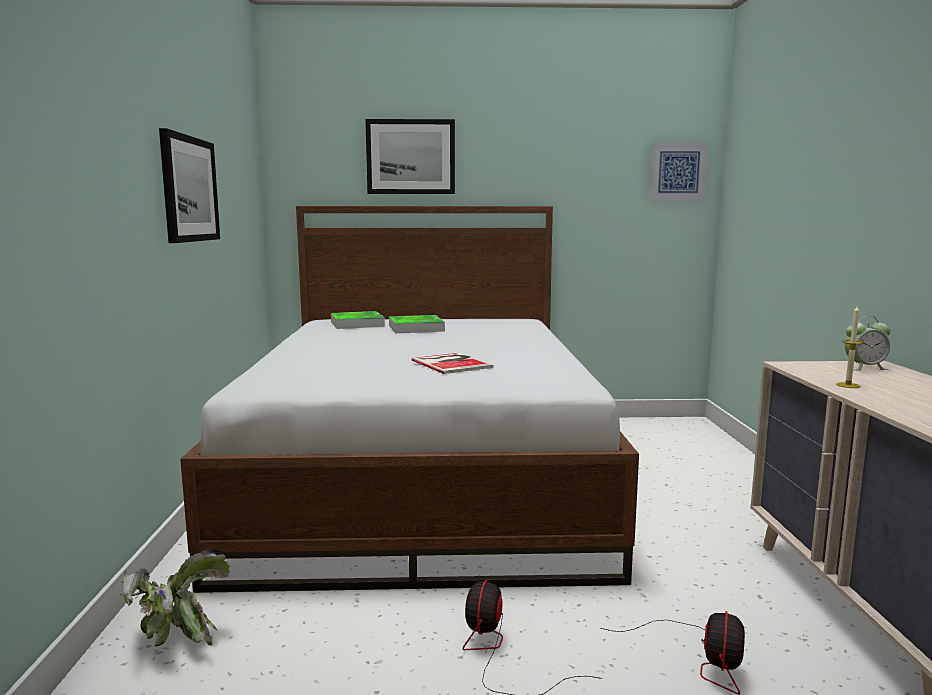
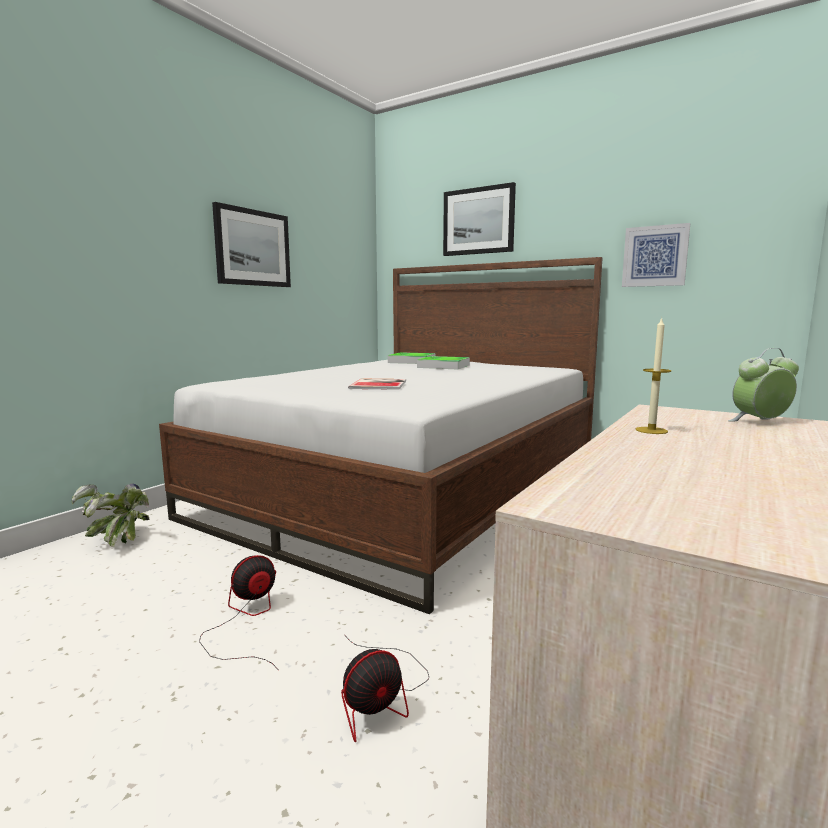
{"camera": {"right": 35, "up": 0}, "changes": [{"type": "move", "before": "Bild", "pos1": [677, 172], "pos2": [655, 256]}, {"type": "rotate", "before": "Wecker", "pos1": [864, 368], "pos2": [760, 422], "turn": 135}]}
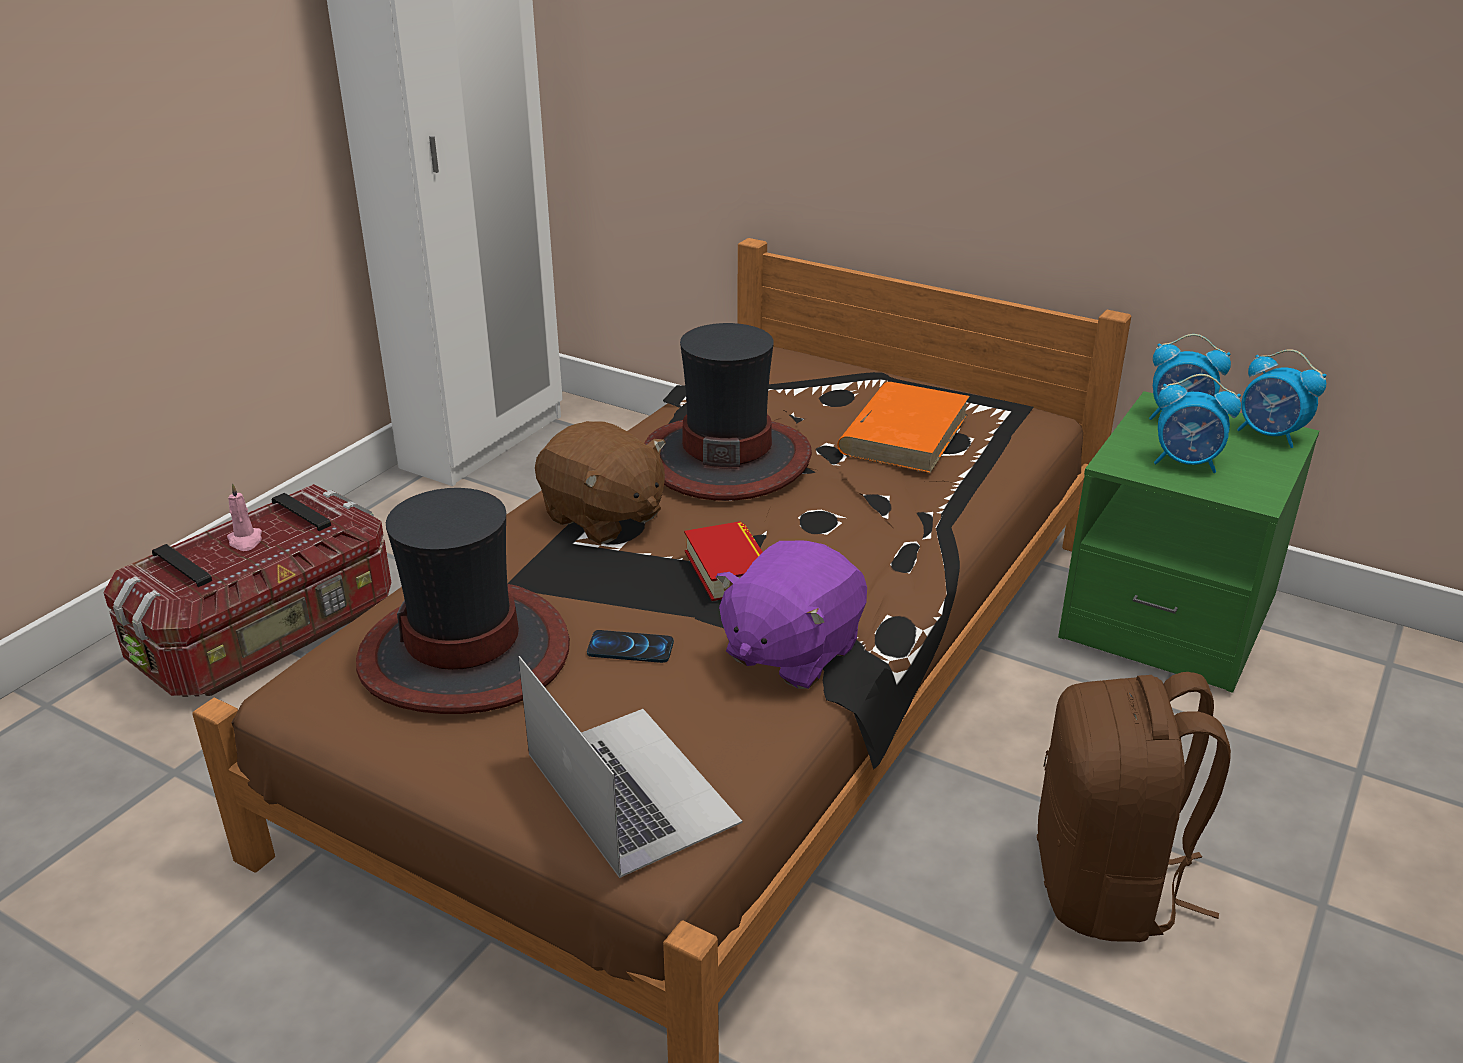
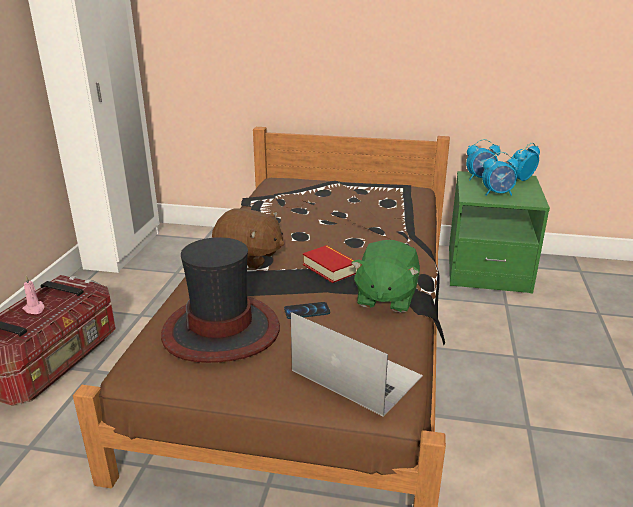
{"camera": {"right": -20, "up": -5}, "changes": [{"type": "recolor", "before": "Plüschtier/lila", "after": "Plüschtier/grün", "pos1": [790, 651], "pos2": [385, 297]}, {"type": "rotate", "before": "Wecker", "pos1": [1270, 436], "pos2": [520, 180], "turn": 120}, {"type": "delete", "before": "Hut", "pos1": [727, 458]}, {"type": "delete", "before": "Buch/orange", "pos1": [904, 433]}, {"type": "delete", "before": "Rucksack/braun", "pos1": [1108, 886]}]}
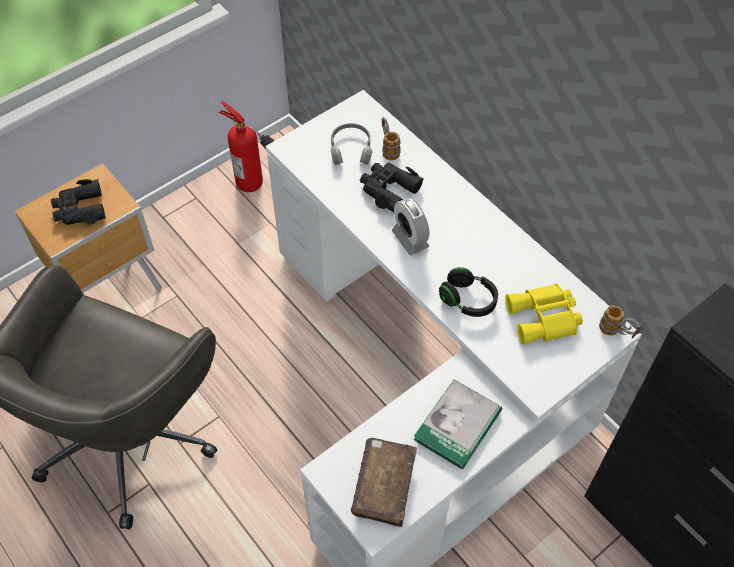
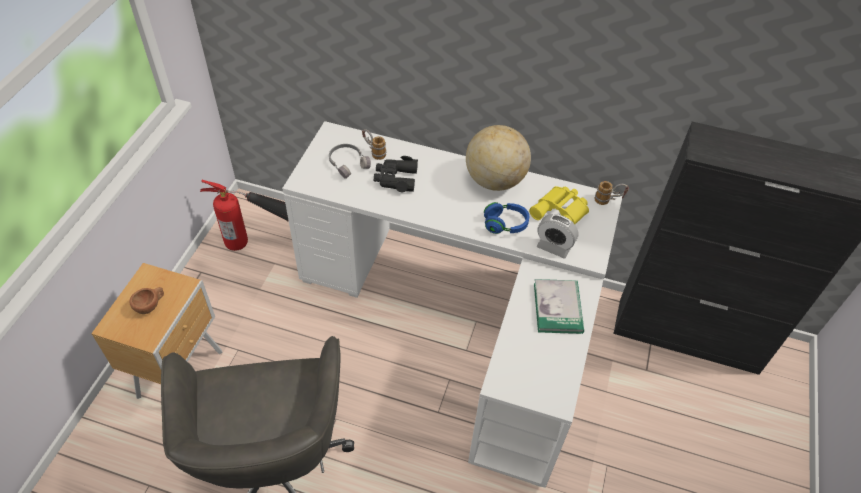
{"camera": {"right": -35, "up": -5}, "changes": [{"type": "replace", "before": "Fernglas/schwarz", "after": "Tasse/braun", "pos1": [80, 209], "pos2": [151, 305]}, {"type": "insert", "after": "Globus", "pos2": [494, 180]}, {"type": "recolor", "before": "Kopfhörer/schwarz", "after": "Kopfhörer/blau", "pos1": [468, 300], "pos2": [505, 224]}, {"type": "move", "before": "Wecker", "pos1": [410, 239], "pos2": [554, 247]}, {"type": "delete", "before": "Buch/braun", "pos1": [384, 485]}]}
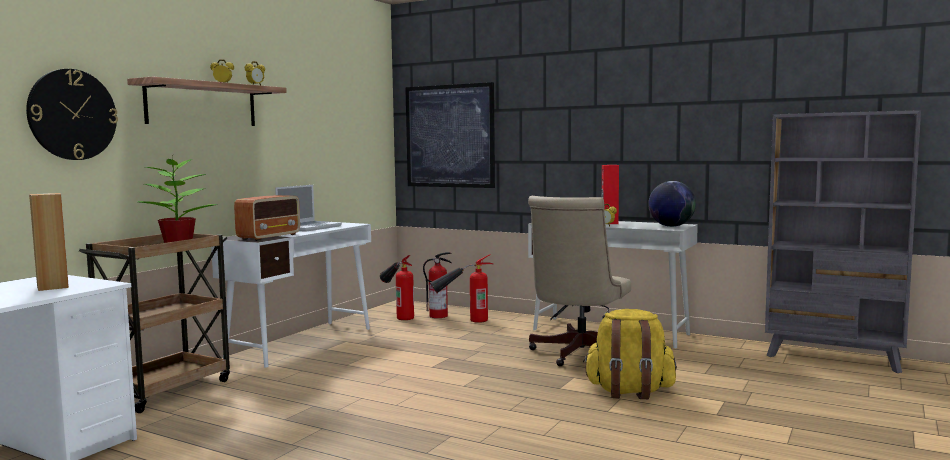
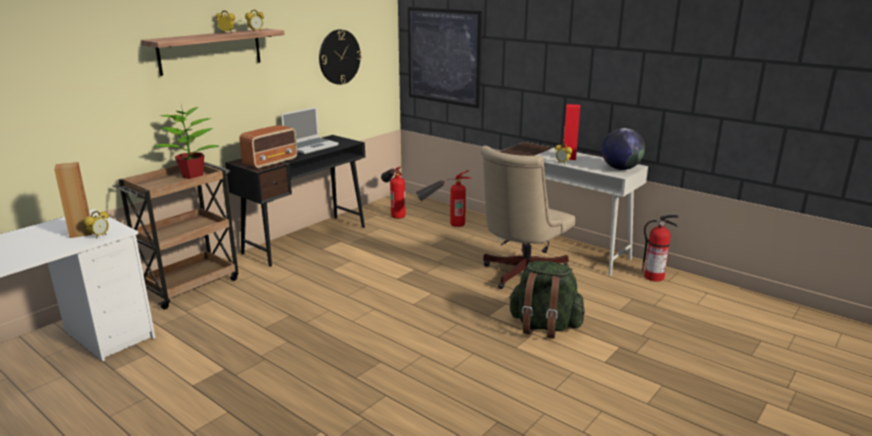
{"camera": {"right": 10, "up": 15}, "changes": [{"type": "insert", "after": "Wecker", "pos2": [100, 236]}, {"type": "recolor", "before": "Schreibtisch/weiß", "after": "Schreibtisch/schwarz", "pos1": [302, 342], "pos2": [306, 239]}, {"type": "move", "before": "Wanduhr", "pos1": [72, 114], "pos2": [339, 57]}, {"type": "recolor", "before": "Rucksack/gelb", "after": "Rucksack/grün", "pos1": [629, 392], "pos2": [544, 326]}, {"type": "move", "before": "Feuerlöscher", "pos1": [439, 316], "pos2": [654, 277]}, {"type": "delete", "before": "Bücherregal/grau", "pos1": [833, 358]}]}
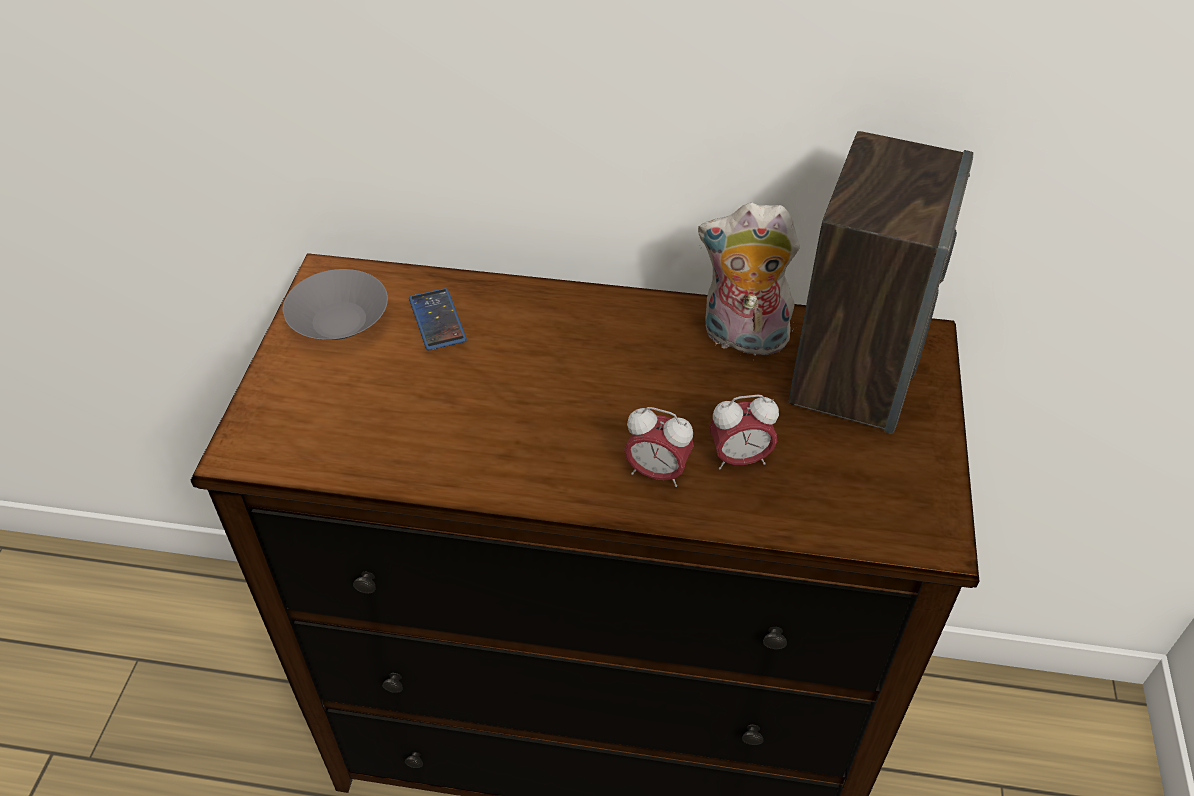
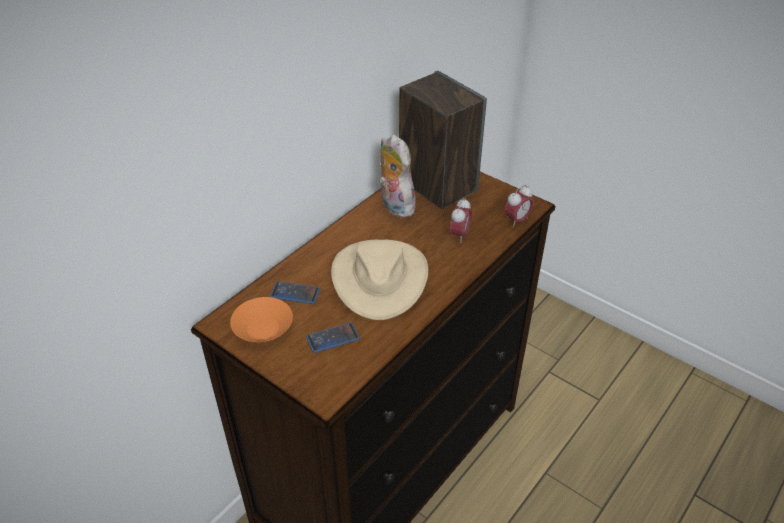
{"camera": {"right": -60, "up": -5}, "changes": [{"type": "recolor", "before": "Schüssel/grau", "after": "Schüssel/orange", "pos1": [339, 322], "pos2": [262, 330]}, {"type": "insert", "after": "Handy", "pos2": [333, 338]}, {"type": "insert", "after": "Hut/beige", "pos2": [379, 278]}, {"type": "rotate", "before": "Plüschtier", "pos1": [742, 339], "pos2": [394, 206], "turn": 105}, {"type": "move", "before": "Wecker", "pos1": [656, 472], "pos2": [517, 220]}]}
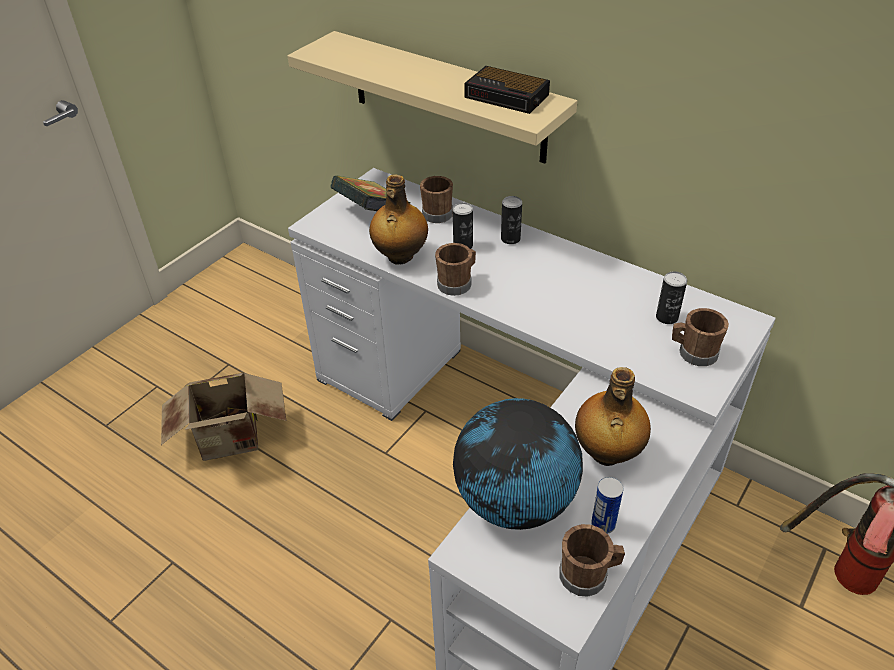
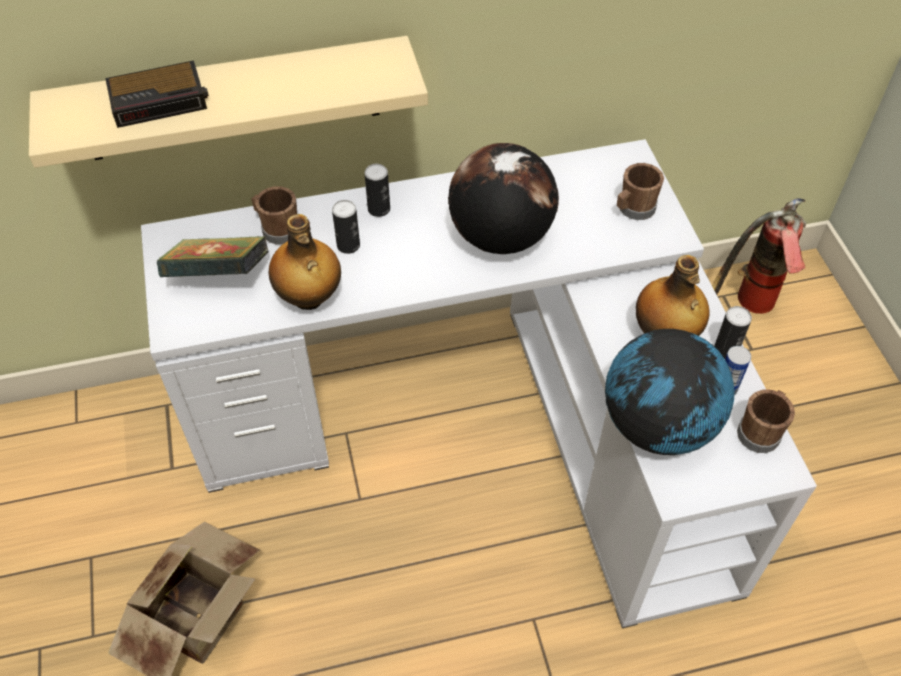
{"camera": {"right": -50, "up": 10}, "changes": [{"type": "move", "before": "Wecker", "pos1": [508, 96], "pos2": [160, 100]}, {"type": "insert", "after": "Globus", "pos2": [500, 237]}, {"type": "move", "before": "Dose", "pos1": [667, 317], "pos2": [726, 350]}, {"type": "delete", "before": "Henkelbecher/braun", "pos1": [457, 283]}]}
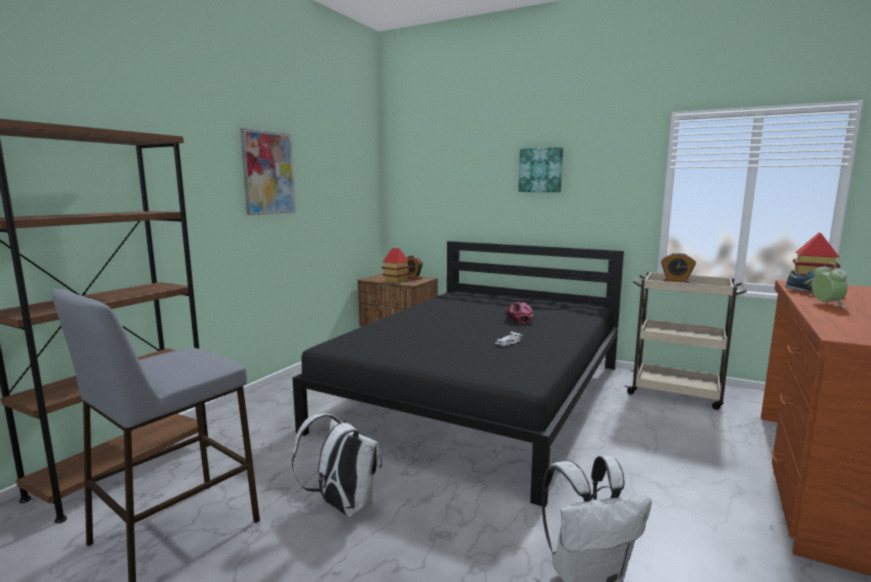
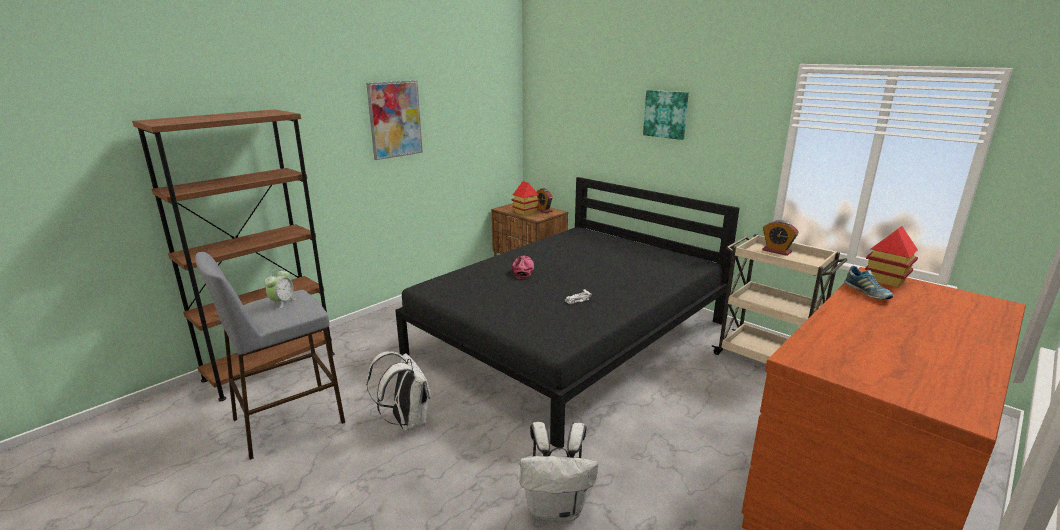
{"camera": {"right": 15, "up": 10}, "changes": [{"type": "move", "before": "Wecker", "pos1": [826, 304], "pos2": [282, 302]}, {"type": "move", "before": "Kappe", "pos1": [518, 318], "pos2": [523, 271]}]}
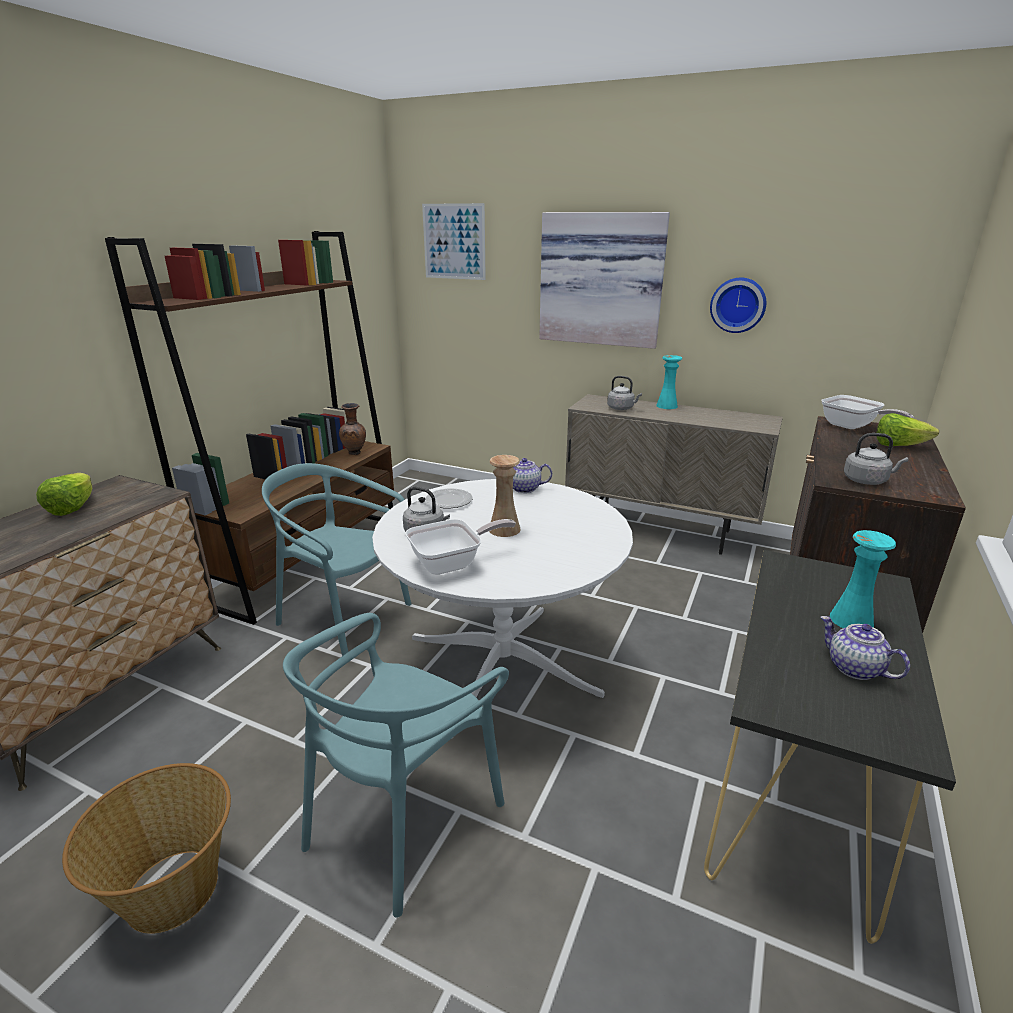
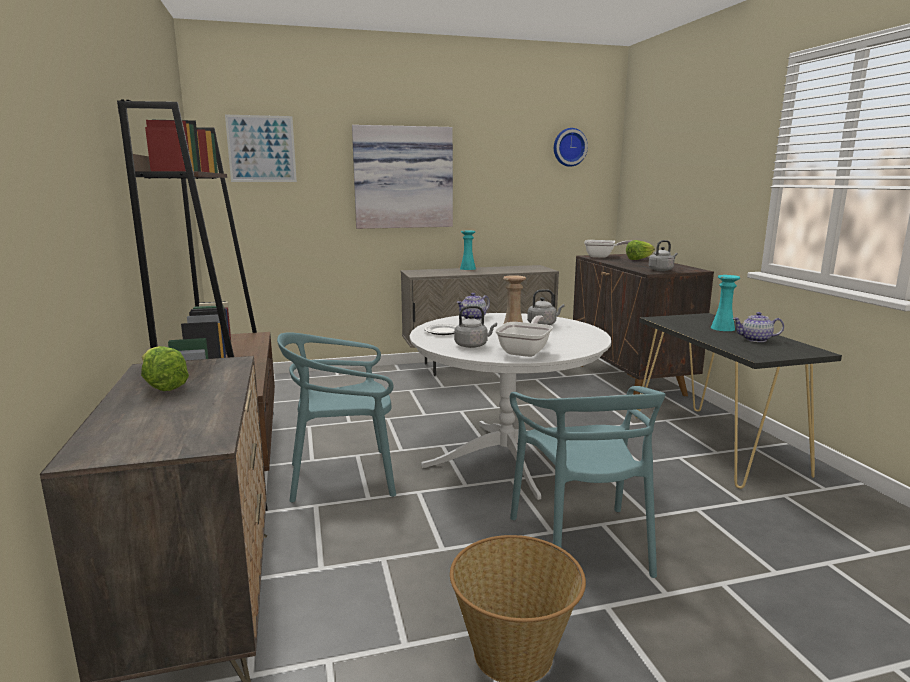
{"camera": {"right": -40, "up": -10}, "changes": [{"type": "move", "before": "Wasserkessel/grau", "pos1": [622, 408], "pos2": [543, 324]}, {"type": "move", "before": "Wanduhr", "pos1": [738, 305], "pos2": [569, 147]}, {"type": "delete", "before": "Vase/braun", "pos1": [355, 454]}]}
